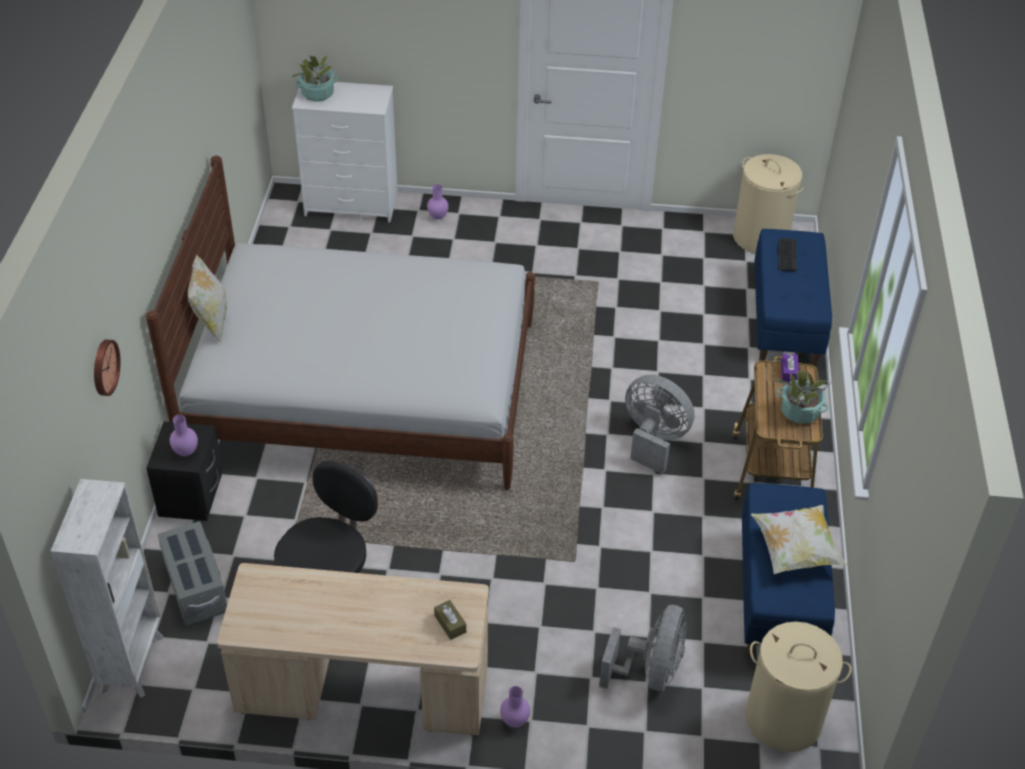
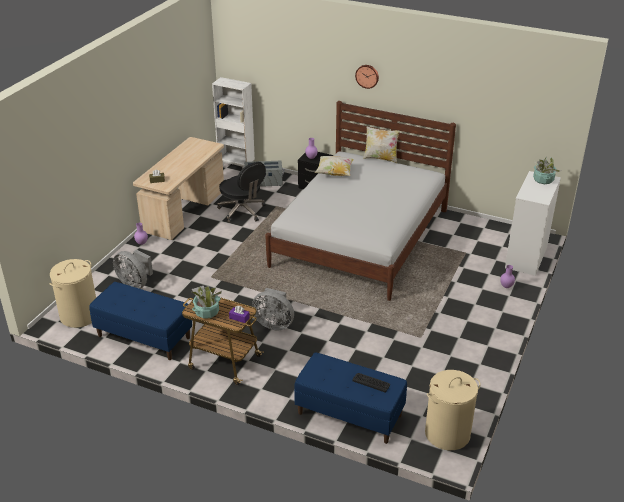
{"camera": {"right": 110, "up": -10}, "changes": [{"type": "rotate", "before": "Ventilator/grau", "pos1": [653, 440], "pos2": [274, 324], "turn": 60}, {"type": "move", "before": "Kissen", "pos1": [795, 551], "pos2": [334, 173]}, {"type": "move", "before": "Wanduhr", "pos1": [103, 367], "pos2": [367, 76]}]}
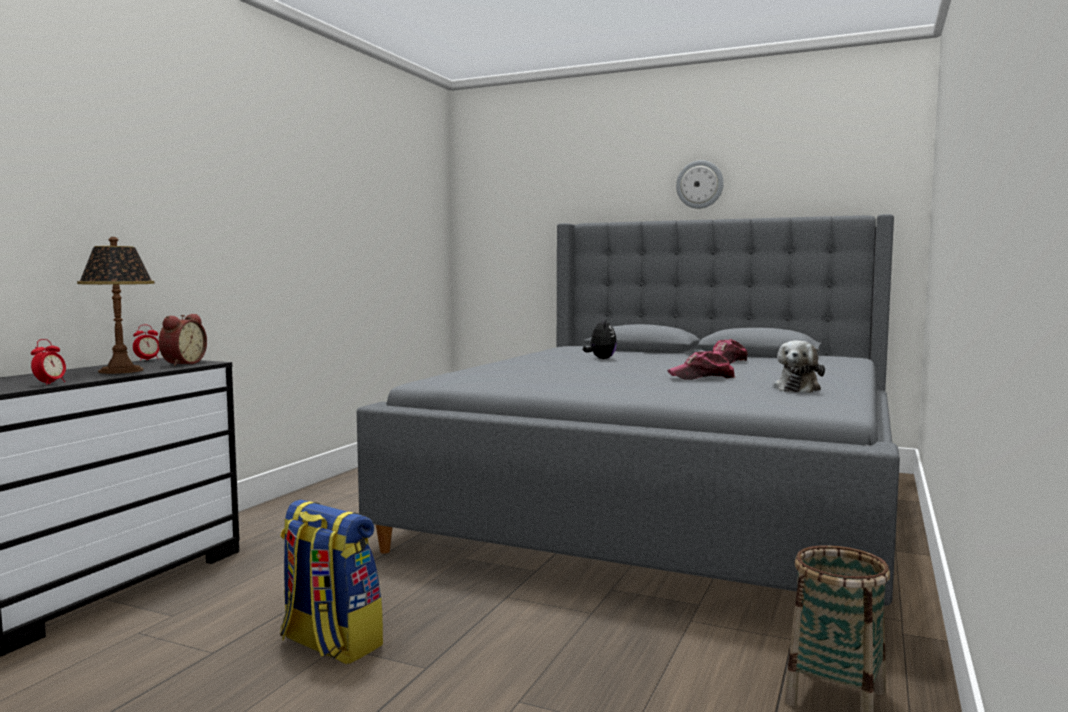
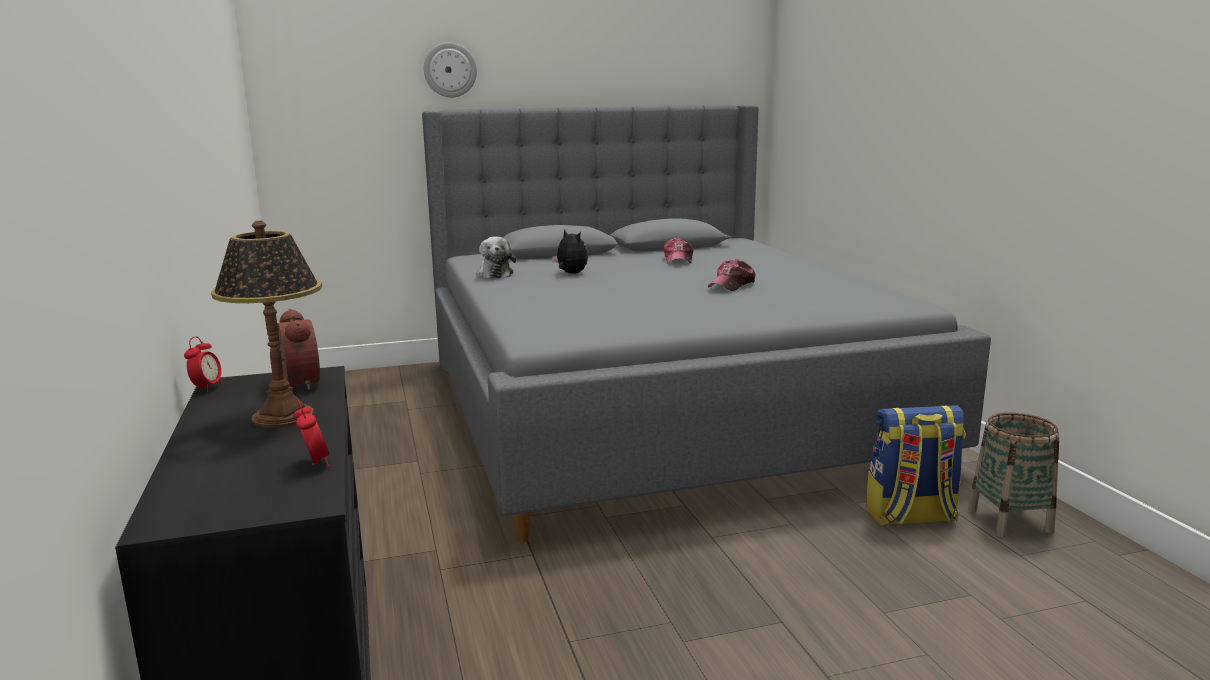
{"camera": {"right": -40, "up": 10}, "changes": [{"type": "move", "before": "Wanduhr", "pos1": [700, 184], "pos2": [450, 70]}, {"type": "move", "before": "Plüschtier", "pos1": [797, 388], "pos2": [495, 274]}, {"type": "move", "before": "Rucksack", "pos1": [329, 644], "pos2": [910, 517]}]}
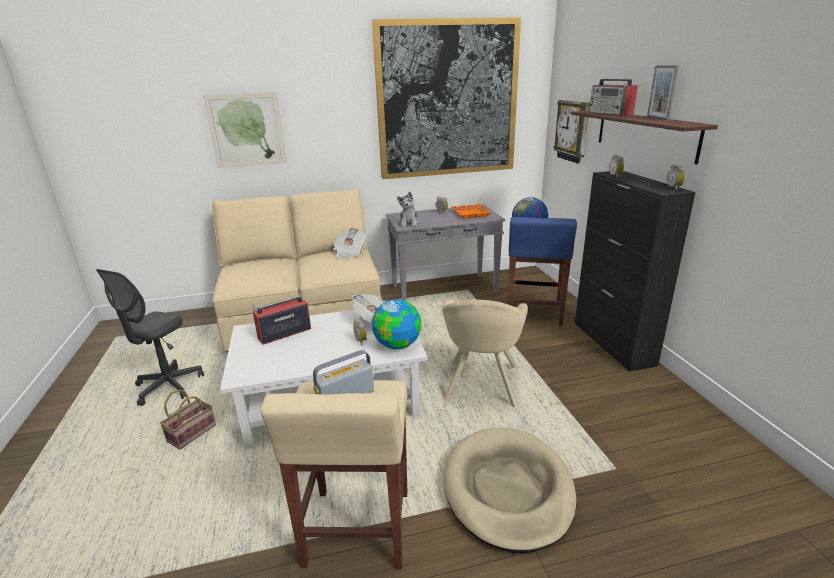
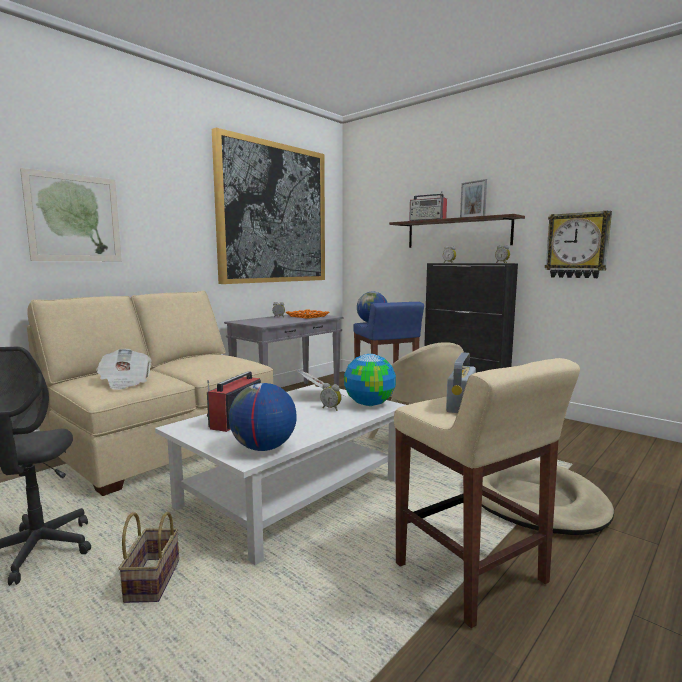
{"camera": {"right": -35, "up": -15}, "changes": [{"type": "move", "before": "Zeitung", "pos1": [349, 253], "pos2": [125, 382]}, {"type": "insert", "after": "Globus", "pos2": [263, 448]}, {"type": "move", "before": "Wanduhr", "pos1": [573, 131], "pos2": [577, 245]}, {"type": "delete", "before": "Plüschtier", "pos1": [409, 224]}]}
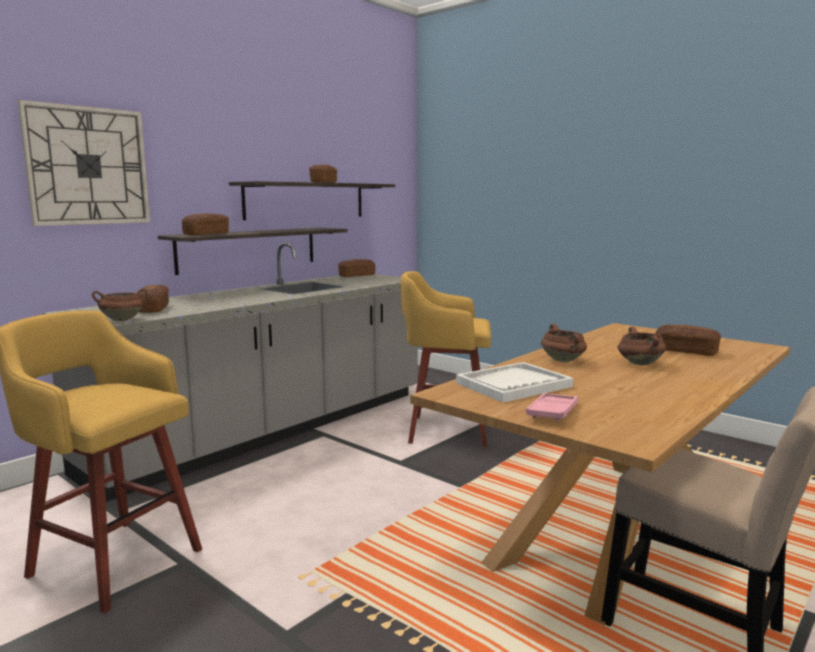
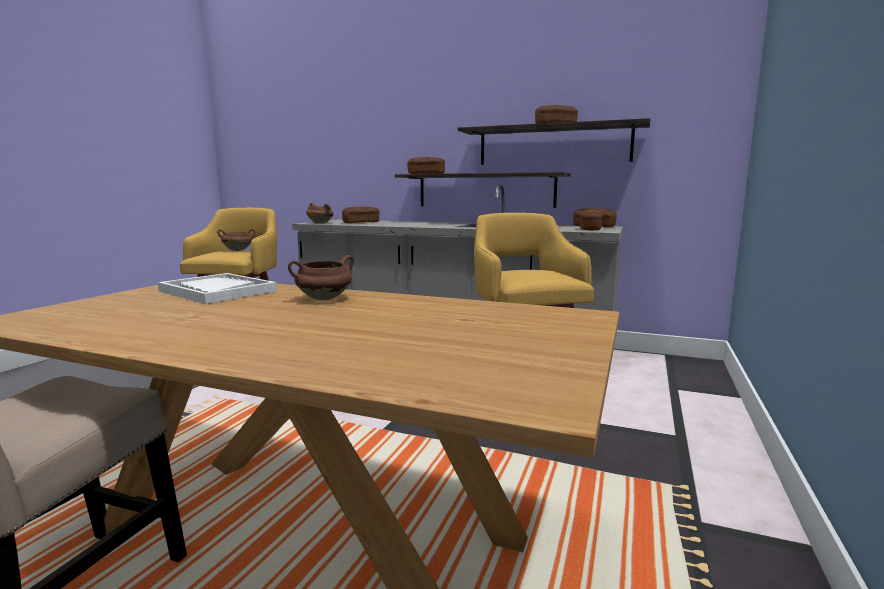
{"camera": {"right": 70, "up": 0}, "changes": [{"type": "move", "before": "Kochtopf/braun", "pos1": [639, 363], "pos2": [238, 250]}, {"type": "move", "before": "Brot", "pos1": [686, 351], "pos2": [589, 229]}, {"type": "delete", "before": "Wanduhr", "pos1": [88, 166]}, {"type": "delete", "before": "Tablett/rosa", "pos1": [552, 412]}]}
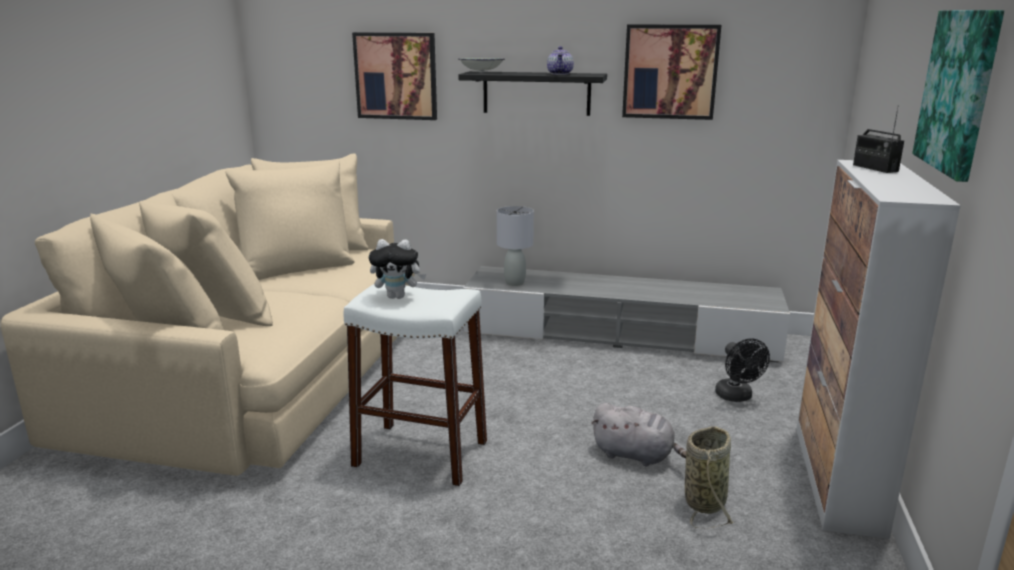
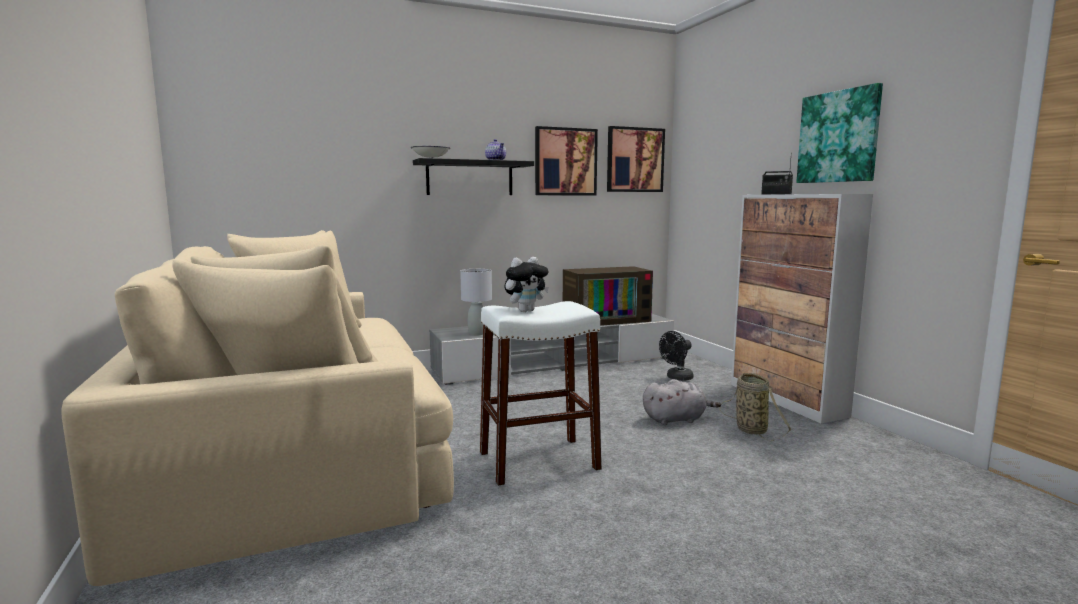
{"camera": {"right": -35, "up": -10}, "changes": [{"type": "insert", "after": "Fernseher", "pos2": [606, 319]}, {"type": "move", "before": "Bild", "pos1": [396, 76], "pos2": [635, 160]}, {"type": "rotate", "before": "Ventilator/schwarz", "pos1": [737, 397], "pos2": [677, 378], "turn": 105}]}
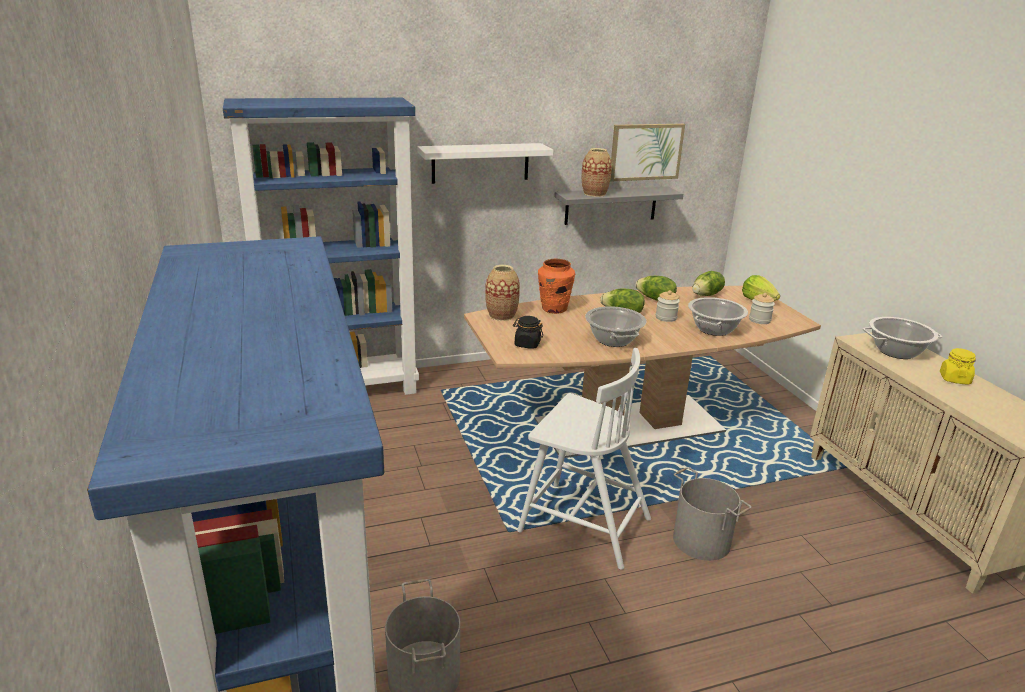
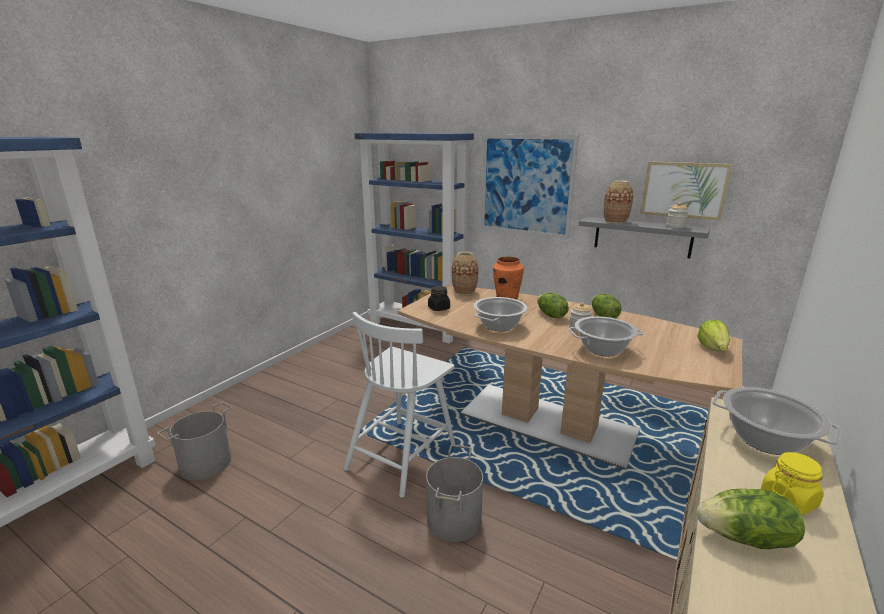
{"camera": {"right": 50, "up": -5}, "changes": [{"type": "rotate", "before": "Stuhl/weiß", "pos1": [582, 524], "pos2": [402, 454], "turn": 45}, {"type": "replace", "before": "Wandregal/weiß", "after": "Bild", "pos1": [480, 163], "pos2": [526, 185]}, {"type": "move", "before": "Vorratsglas", "pos1": [759, 320], "pos2": [675, 227]}, {"type": "move", "before": "Salatkopf", "pos1": [706, 295], "pos2": [746, 539]}]}
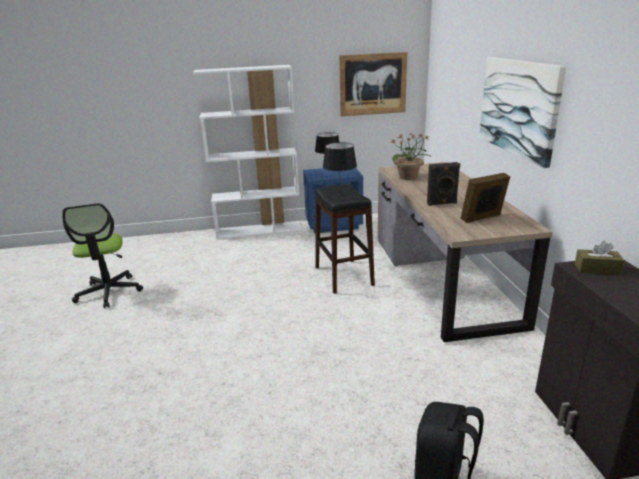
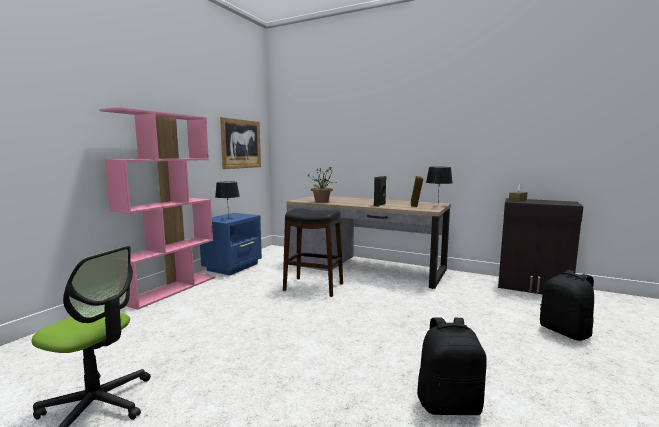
{"camera": {"right": -55, "up": -15}, "changes": [{"type": "recolor", "before": "Bücherregal/weiß", "after": "Bücherregal/rosa", "pos1": [259, 230], "pos2": [171, 289]}, {"type": "insert", "after": "Rucksack/schwarz", "pos2": [449, 404]}, {"type": "move", "before": "Tischlampe/schwarz", "pos1": [340, 195], "pos2": [437, 205]}, {"type": "delete", "before": "Bild", "pos1": [518, 107]}]}
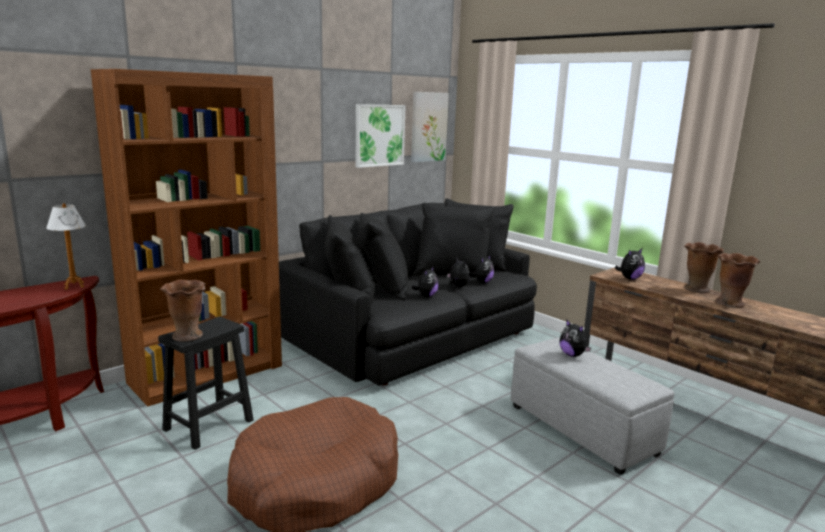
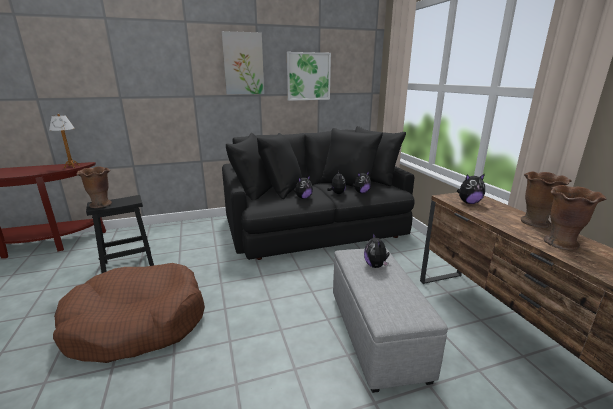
{"camera": {"right": 25, "up": 5}, "changes": [{"type": "move", "before": "Bild", "pos1": [428, 127], "pos2": [243, 64]}, {"type": "delete", "before": "Bücherregal/braun", "pos1": [207, 374]}]}
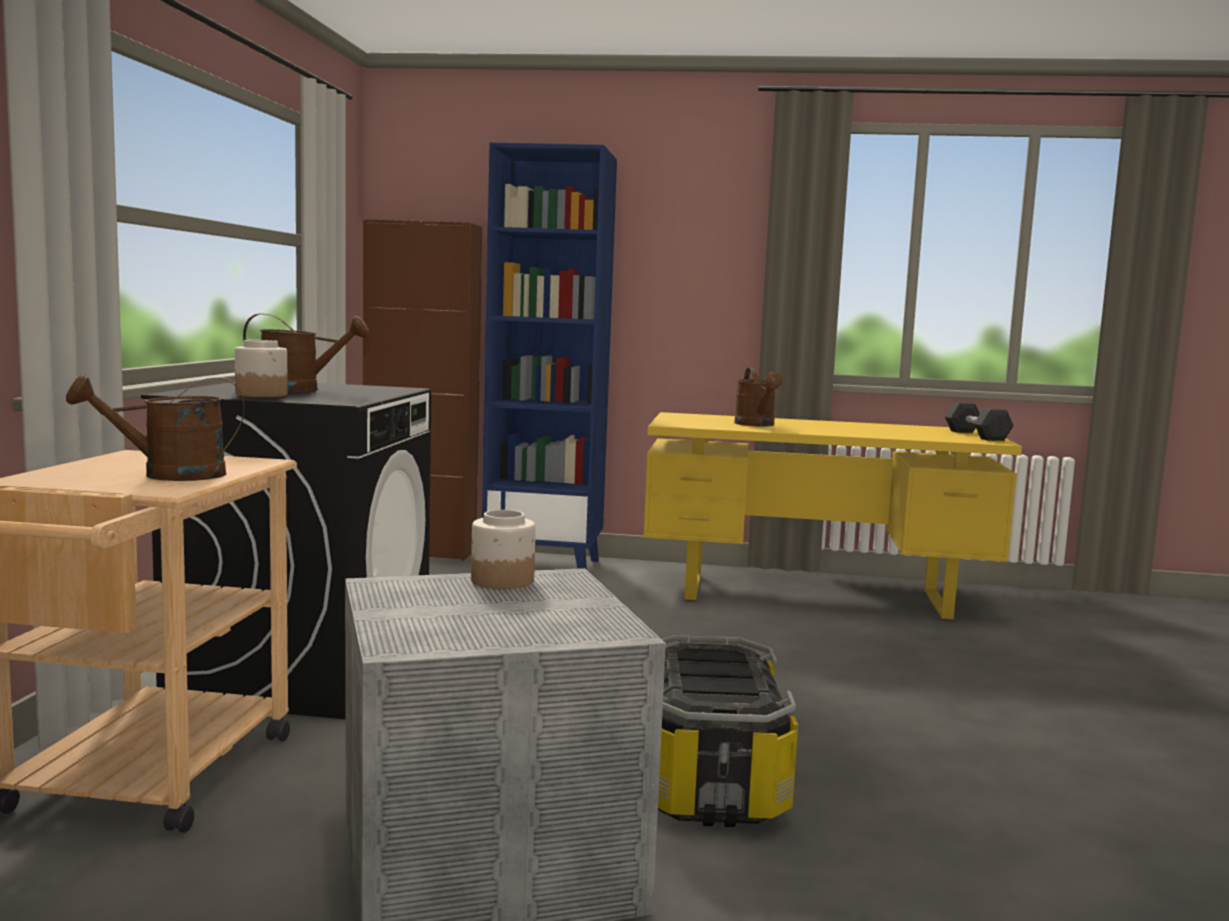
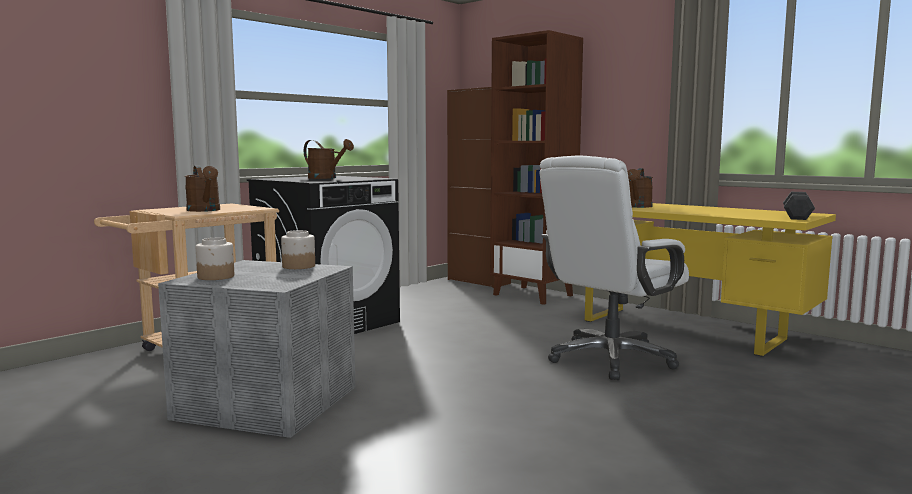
{"camera": {"right": 35, "up": 0}, "changes": [{"type": "rotate", "before": "Gießkanne/braun", "pos1": [169, 475], "pos2": [205, 210], "turn": -135}, {"type": "move", "before": "Vorratsglas", "pos1": [262, 395], "pos2": [216, 276]}, {"type": "recolor", "before": "Bücherregal/blau", "after": "Bücherregal/braun", "pos1": [544, 566], "pos2": [533, 295]}, {"type": "insert", "after": "Bürostuhl/weiß", "pos2": [610, 359]}, {"type": "delete", "before": "Aufbewahrungsbox", "pos1": [708, 779]}]}
